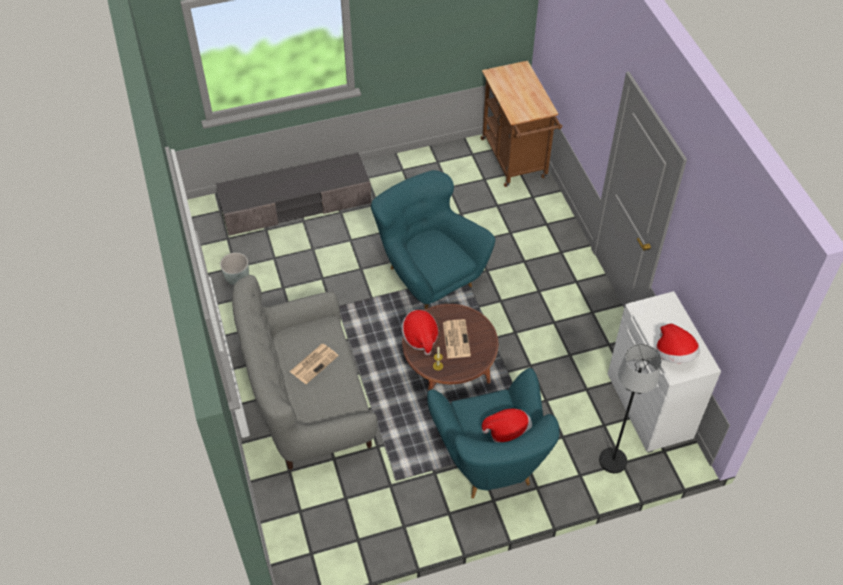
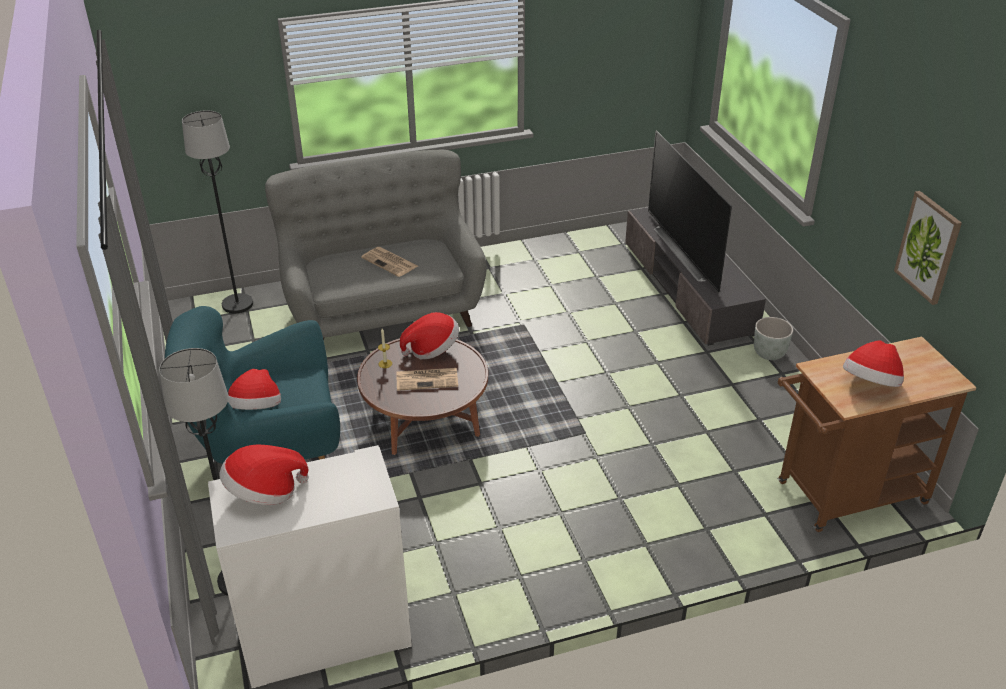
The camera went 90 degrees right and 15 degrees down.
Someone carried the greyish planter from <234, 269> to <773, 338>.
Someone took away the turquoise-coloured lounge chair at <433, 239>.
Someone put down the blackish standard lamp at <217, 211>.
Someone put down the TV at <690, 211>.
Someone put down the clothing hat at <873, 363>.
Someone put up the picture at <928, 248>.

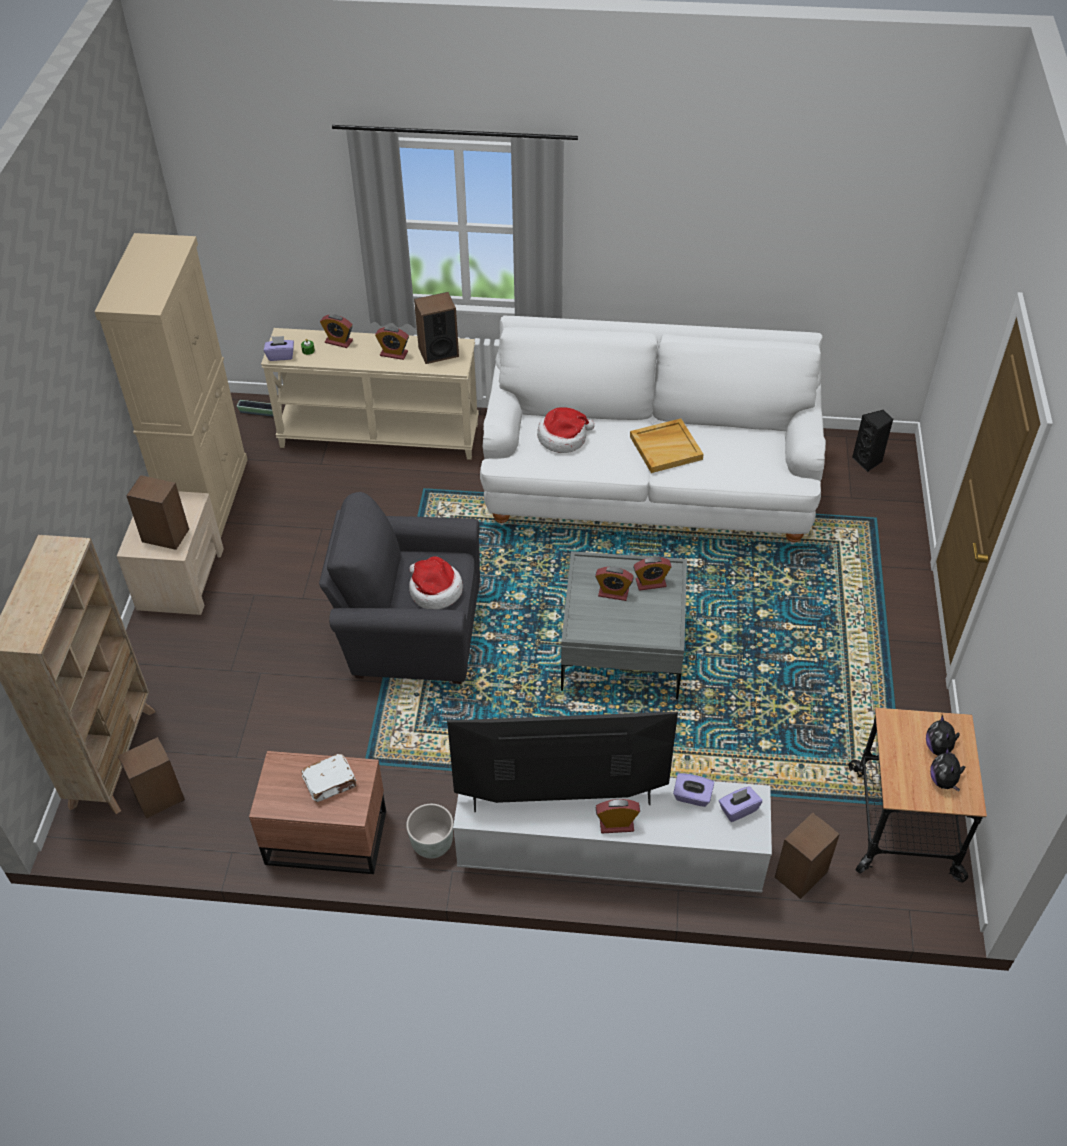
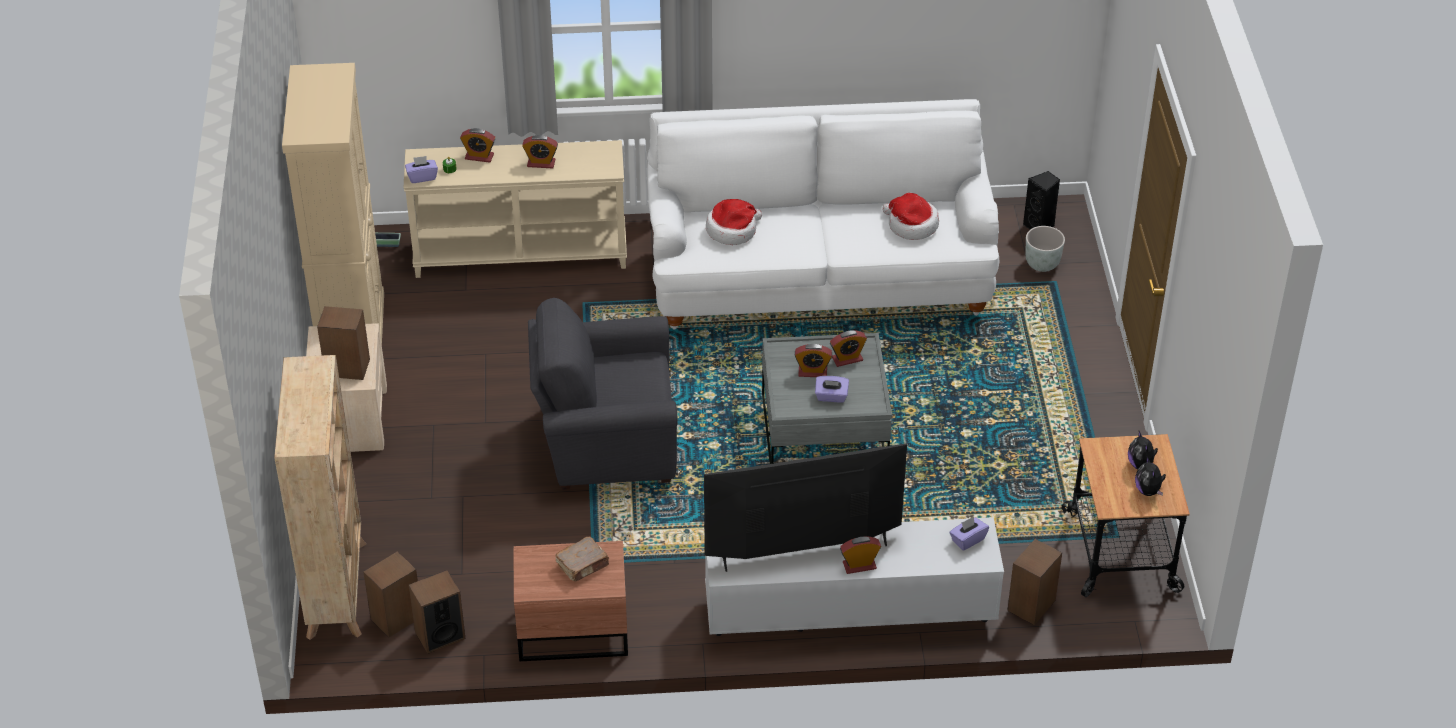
The camera went 10 degrees left and 5 degrees down.
Someone repainted the white-coloured bound book at <329, 778>, which became the brown-coloured bound book at <582, 559>.
Someone carried the greyish planter from <429, 831> to <1045, 249>.
Someone carried the clothing hat from <436, 582> to <910, 216>.
Someone carried the loudspeaker from <436, 328> to <437, 612>.
Someone took away the sand-coloured serving tray at <667, 446>.
Someone carried the purple-coloured box of tissues from <693, 790> to <832, 389>.

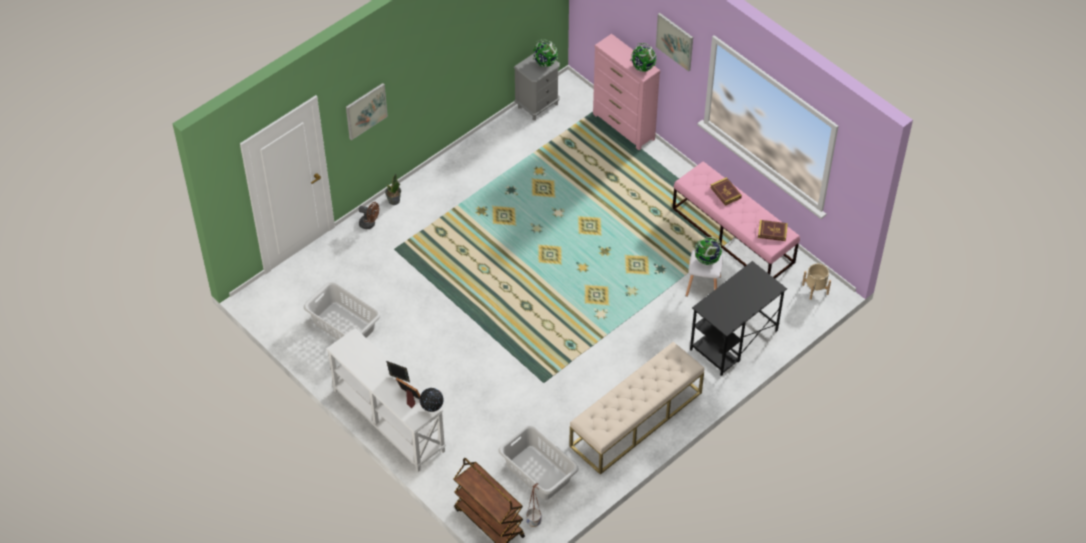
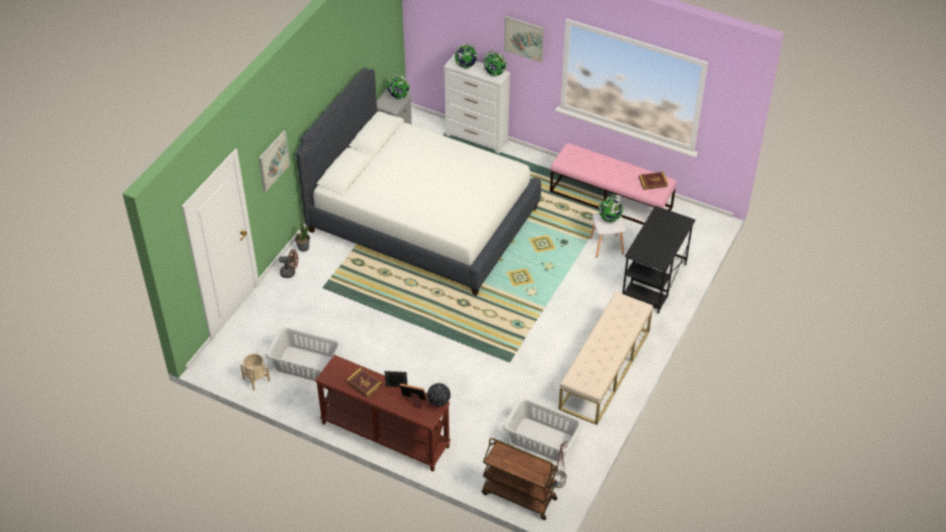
The camera went 20 degrees left and 5 degrees down.
Someone repainted the white-coloured hall table at <386, 400>, which became the brown-coloured hall table at <383, 413>.
Someone repainted the pink chest of drawers at <626, 92>, which became the white-coloured chest of drawers at <477, 103>.
Someone carried the bound book from <726, 191> to <364, 383>.
Someone carried the sand-coloured planter from <816, 281> to <255, 372>.
Someone put down the white-coloured bedroom bed at <418, 182>.
Someone put down the desk globe at <466, 56>.

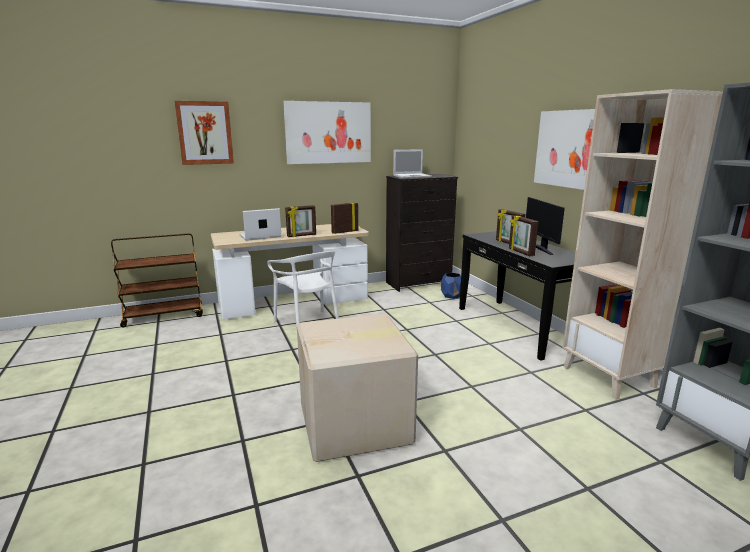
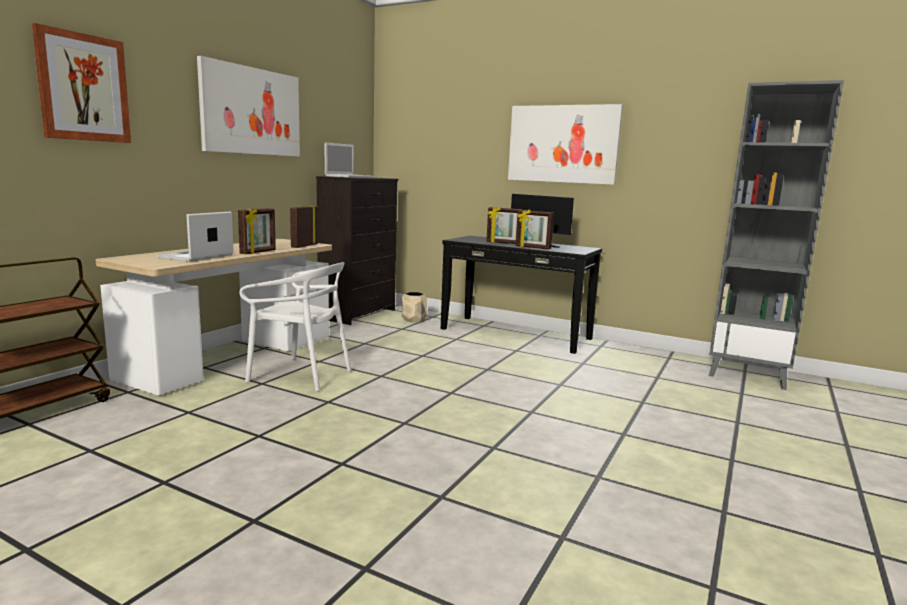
The camera went 40 degrees left and 5 degrees down.
Someone took away the packing box at <357, 388>.
Someone repainted the blue planter at <451, 286>, which became the sand-coloured planter at <414, 307>.
Someone took away the sand-coloured bookshelf at <643, 244>.

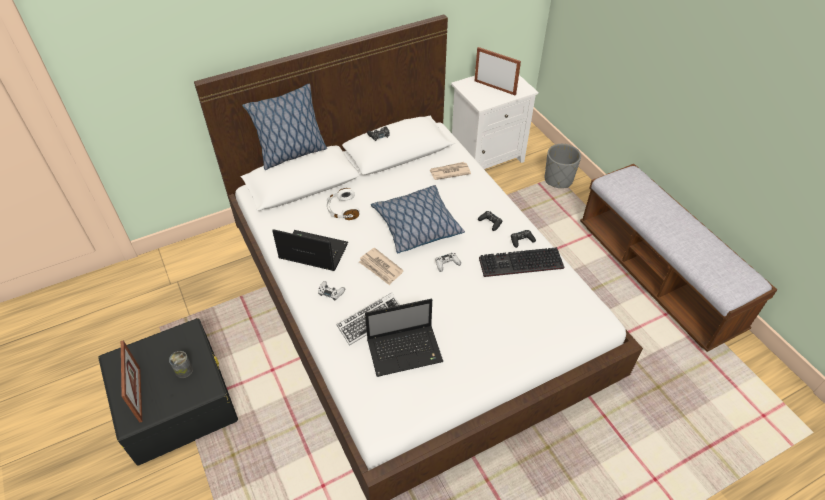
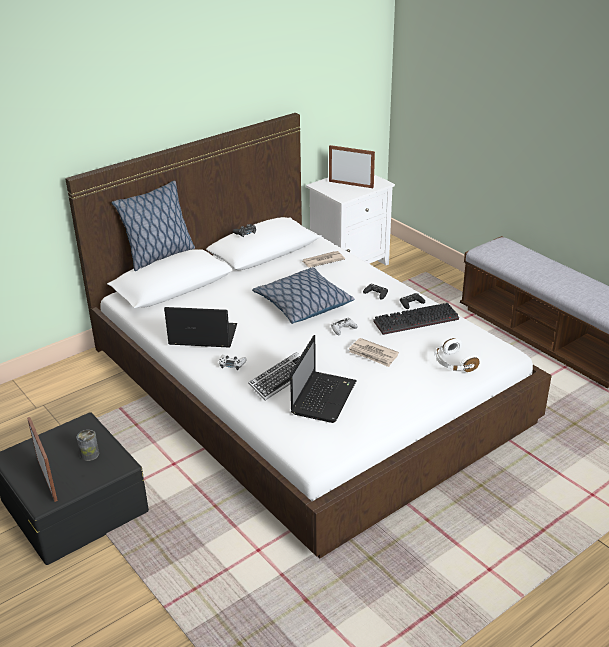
The camera went 10 degrees left and 15 degrees down.
Someone carried the white-coloured headset from <343, 204> to <457, 355>.
Someone carried the printed paper from <381, 266> to <374, 352>.
Someone rotated the laptop at <404, 338> by 45 degrees counterclockwise.
Someone took away the greyish planter at <563, 166>.

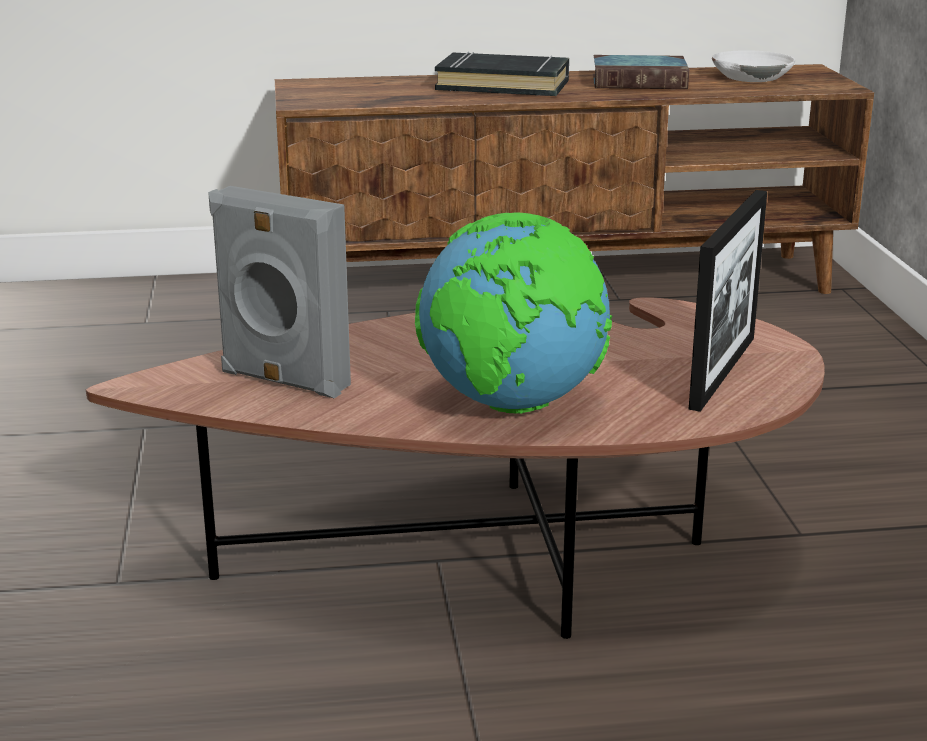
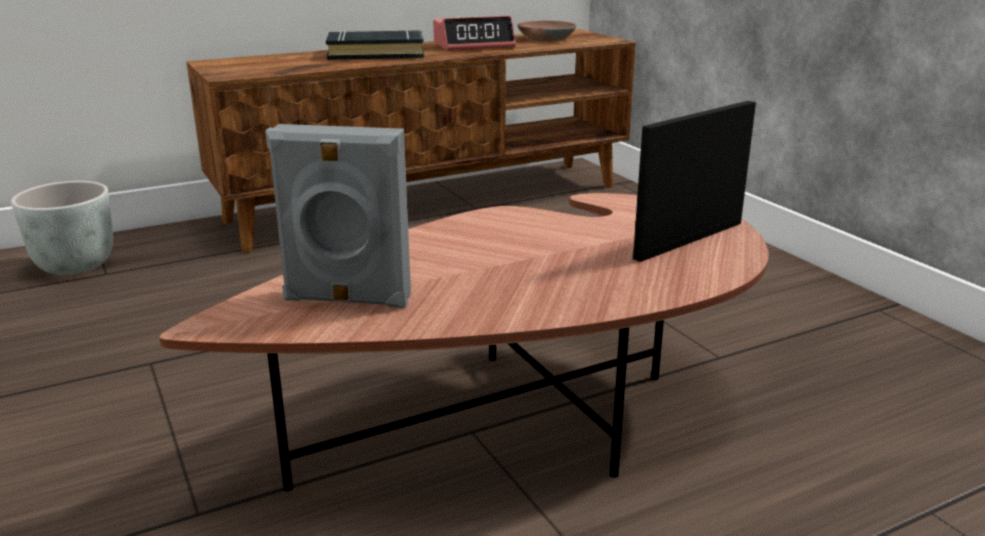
The camera went 20 degrees left and 0 degrees up.
Someone took away the desk globe at <513, 313>.
Someone swapped the bound book at <641, 72> for the table clock at <474, 33>.
Someone rotated the picture frame at <728, 301> by 135 degrees counterclockwise.
Someone repainted the white-coloured bowl at <753, 66>, which became the brown-coloured bowl at <547, 31>.
Someone put down the greyish planter at <62, 228>.

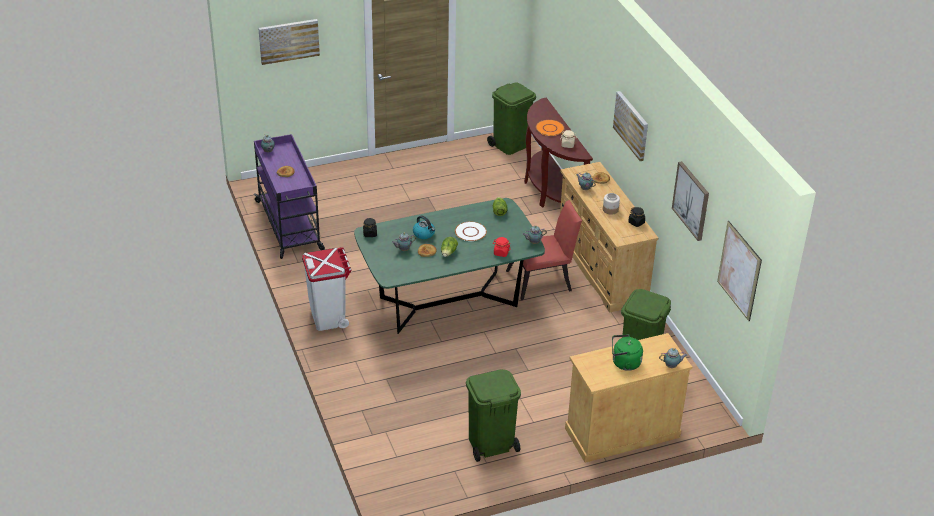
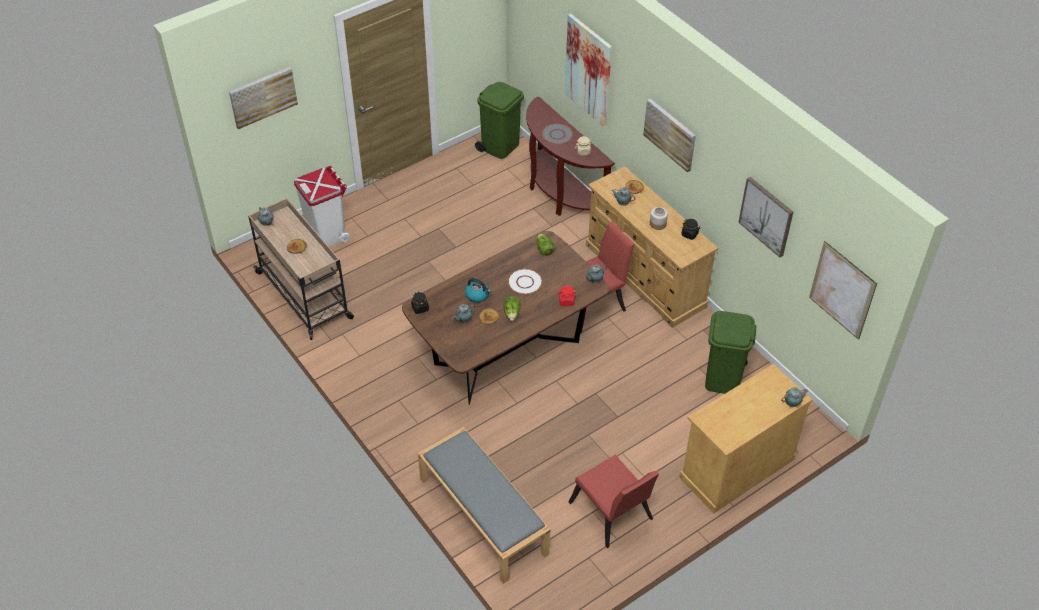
The camera went 15 degrees left and 10 degrees up.
Someone repainted the purple-coloured wheeled cart at <289, 196>, which became the sand-coloured wheeled cart at <301, 269>.
Someone carried the white-coloured trash can from <327, 289> to <322, 206>.
Someone repainted the green-coloured kitchen table at <449, 266>, which became the brown-coloured kitchen table at <505, 318>.
Someone swapped the green-coloured trash can at <493, 415> for the red chair at <614, 501>.
Someone repainted the orange dinner plate at <550, 128>, which became the greyish dinner plate at <557, 134>.
Someone took away the green-coloured water kettle at <627, 352>.
Someone put down the greyish indoor bench at <484, 505>.
Someone put up the picture at <588, 70>.

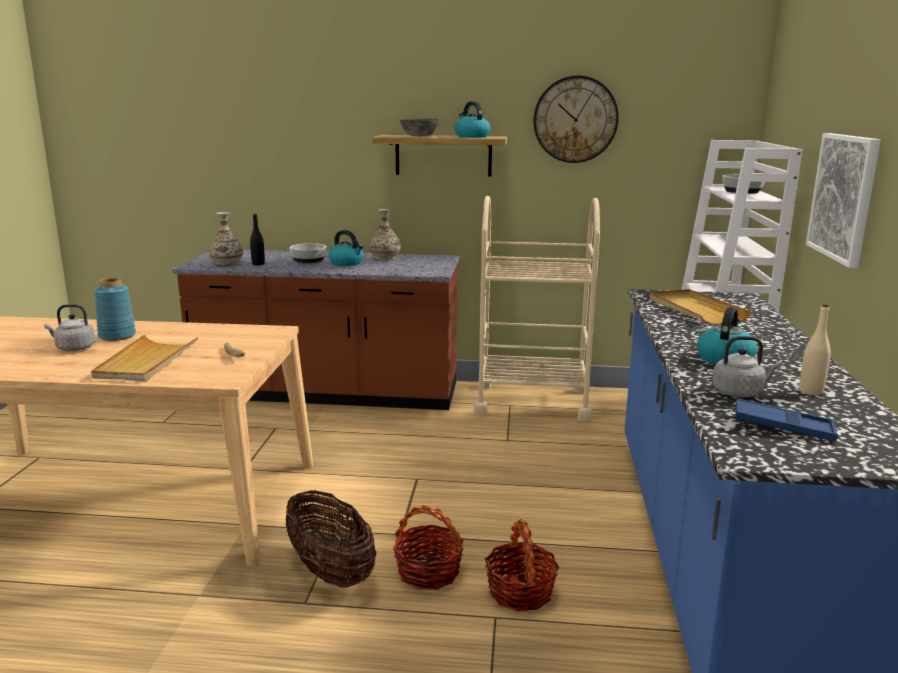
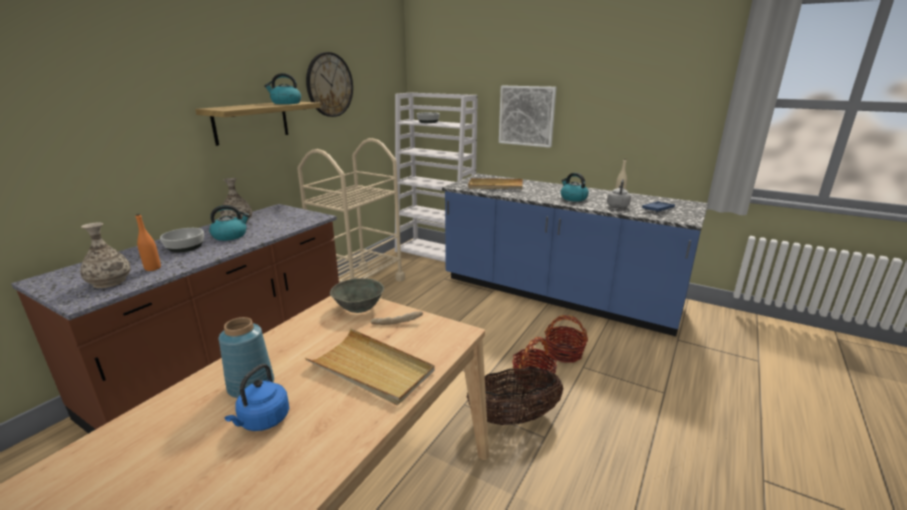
The camera went 65 degrees left and 5 degrees up.
Someone repainted the greyish water kettle at <69, 327>, which became the blue water kettle at <257, 397>.
Someone repainted the blackish bottle at <257, 239>, which became the orange bottle at <148, 242>.
Someone carried the greyish bowl from <419, 127> to <357, 295>.

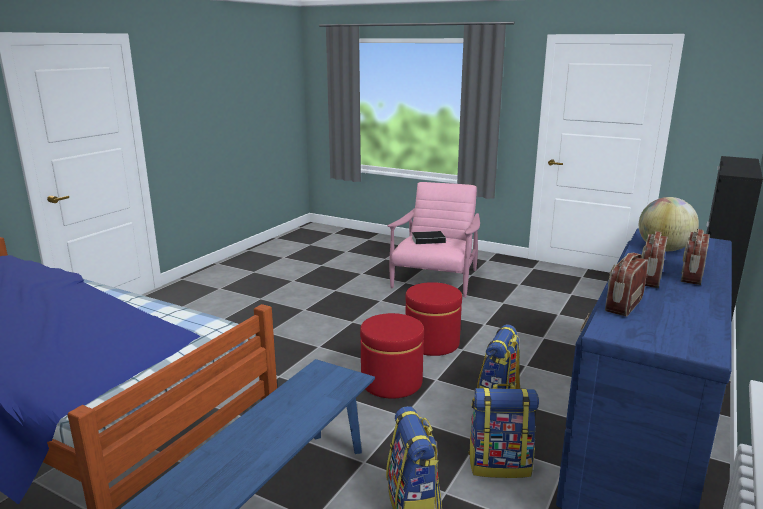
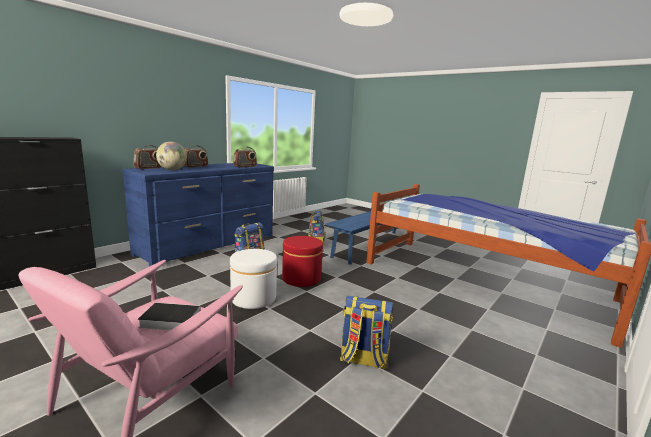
The camera went 170 degrees left and 5 degrees down.
Someone repainted the red pouffe at <434, 319>, which became the white-coloured pouffe at <253, 279>.
Someone carried the knapsack from <503, 431> to <367, 333>.
Someone carried the radio receiver from <655, 259> to <148, 157>.

